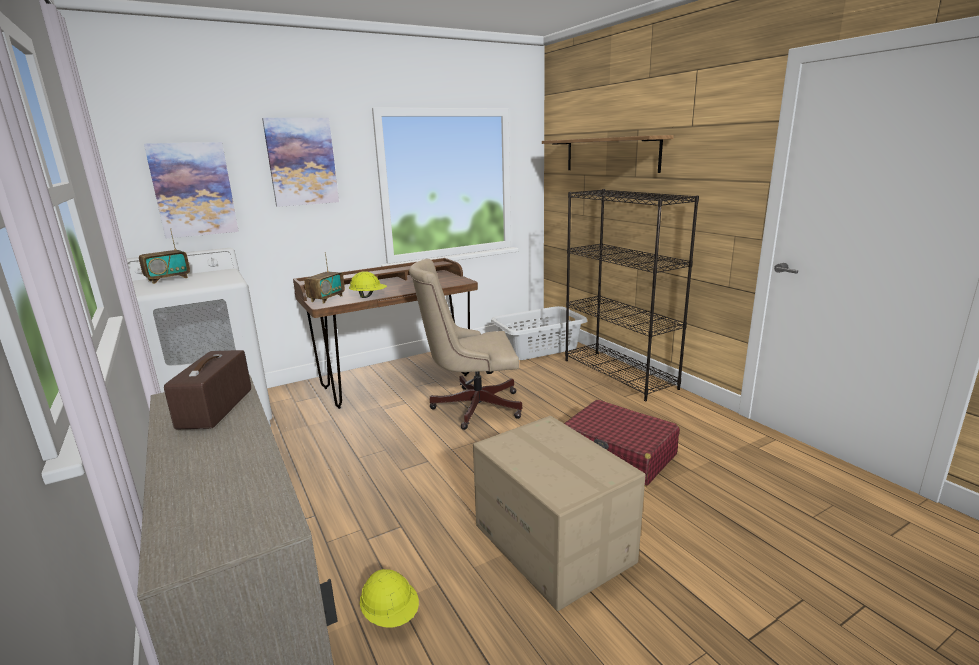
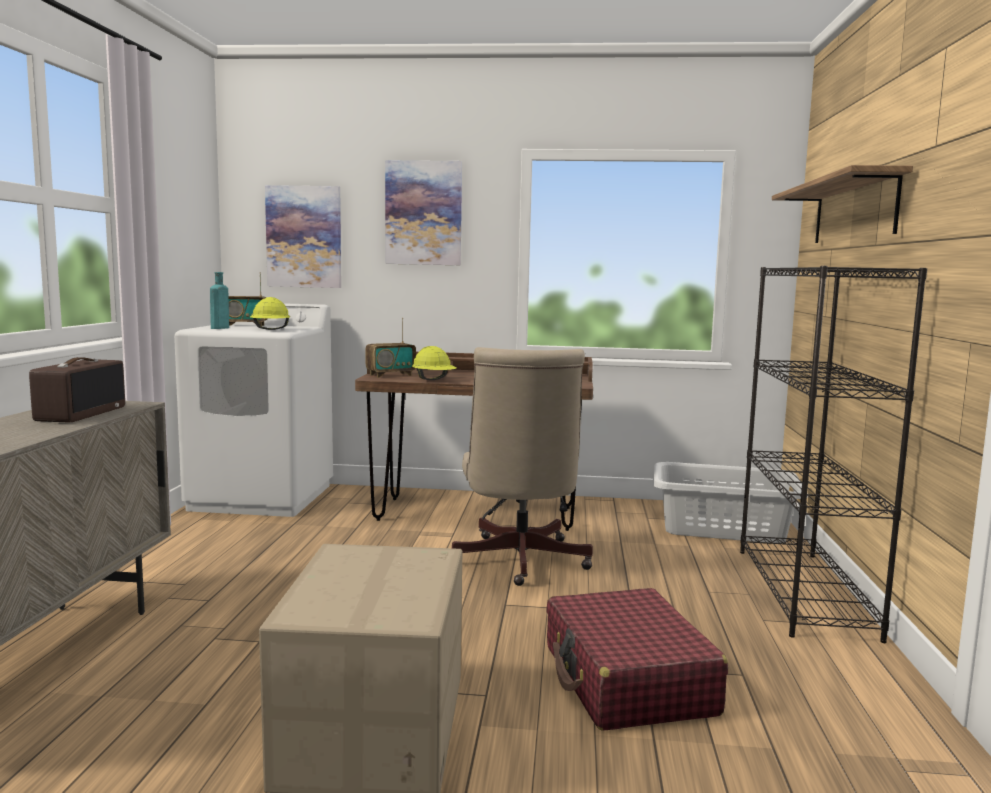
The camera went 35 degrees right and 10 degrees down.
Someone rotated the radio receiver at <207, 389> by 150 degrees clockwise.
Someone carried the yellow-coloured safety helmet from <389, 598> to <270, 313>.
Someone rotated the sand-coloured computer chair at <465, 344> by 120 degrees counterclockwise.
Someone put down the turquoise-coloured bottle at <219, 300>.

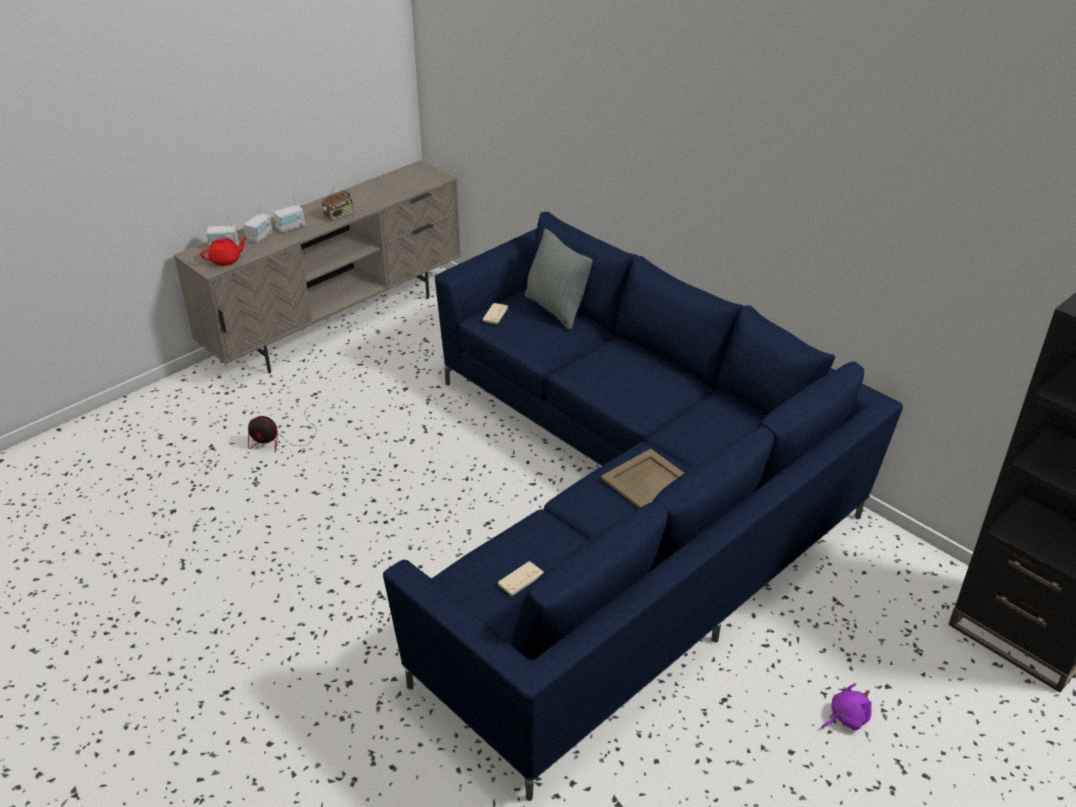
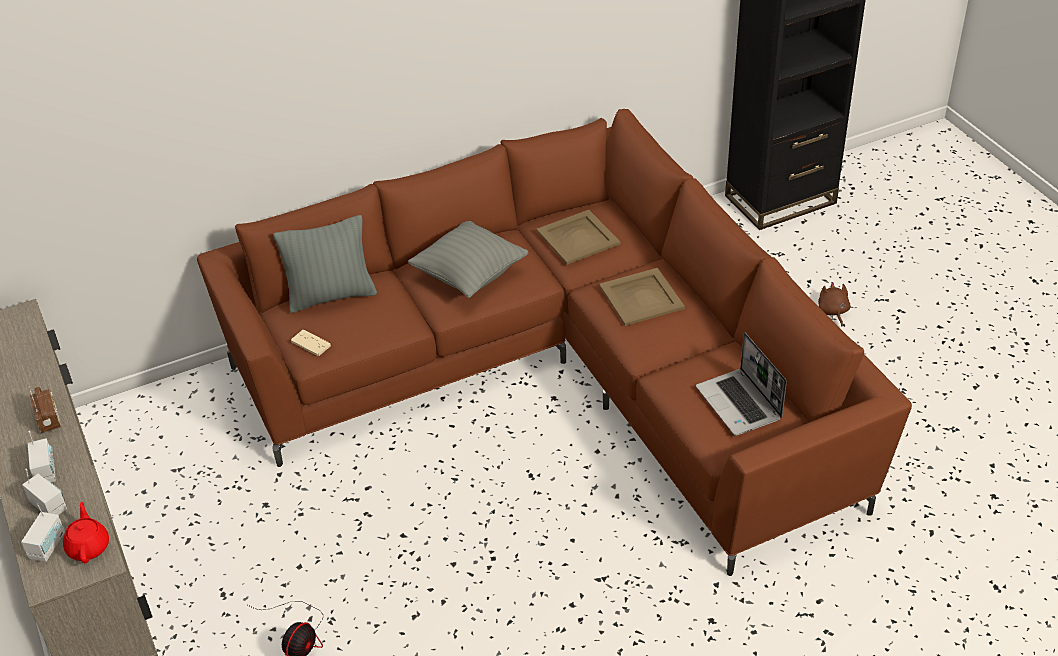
The camera went 70 degrees left and 5 degrees up.
Someone repainted the blue couch at <643, 506>, which became the brown-coloured couch at <554, 342>.
Someone swapped the sand-coloured gamepad at <520, 578> for the laptop at <741, 384>.
Someone repainted the purple-coloured soft toy at <846, 706>, which became the brown-coloured soft toy at <834, 304>.
Someone put down the greyish cushion at <468, 259>.
Someone put down the sand-coloured serving tray at <578, 237>.

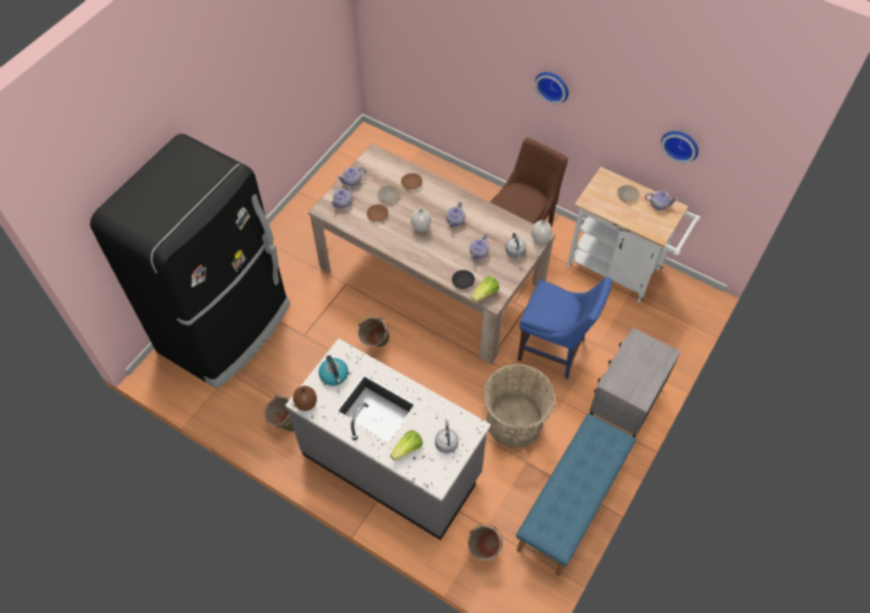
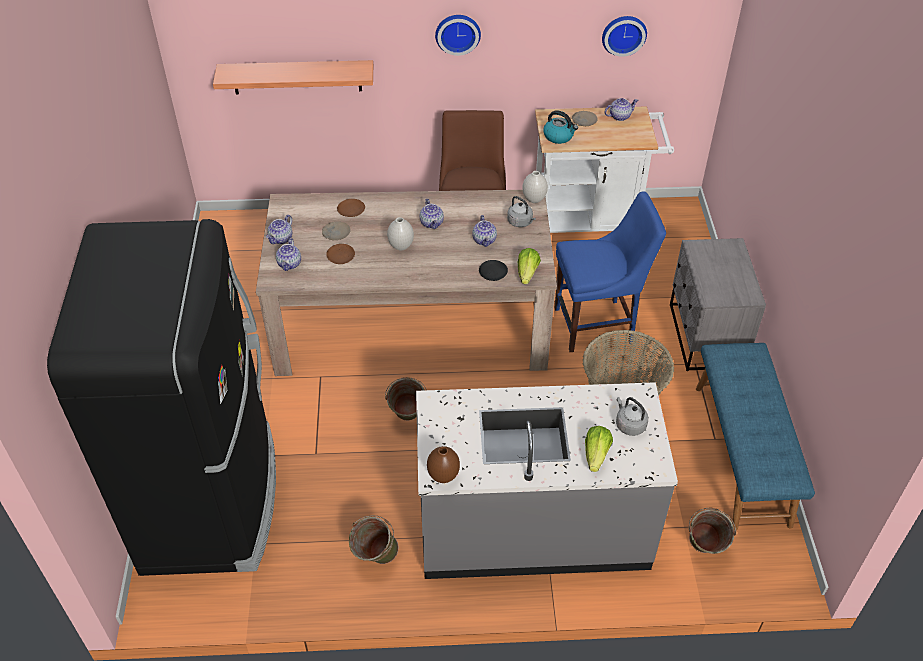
The camera went 35 degrees left and 10 degrees down.
Someone carried the water kettle from <333, 370> to <560, 127>.
Someone put up the wall shelf at <293, 77>.

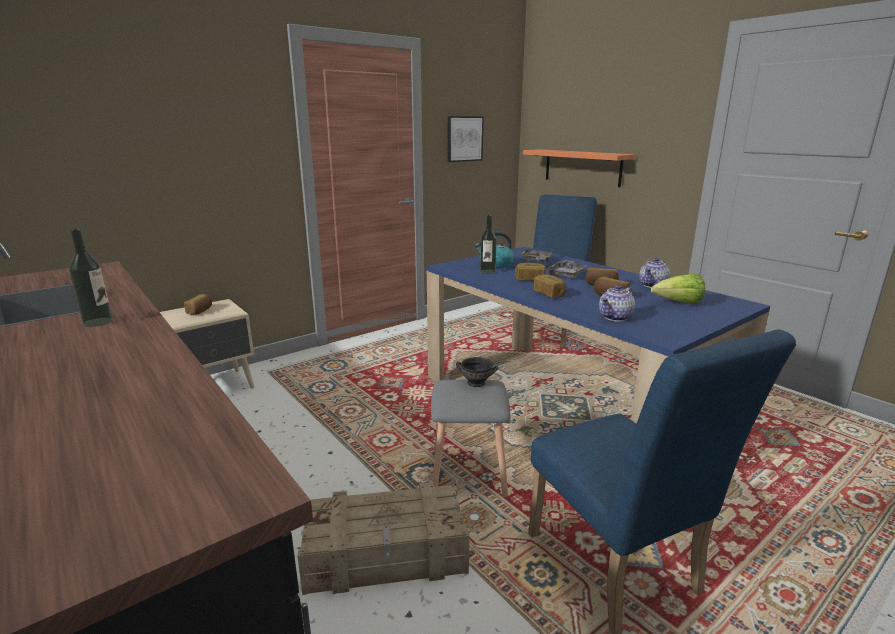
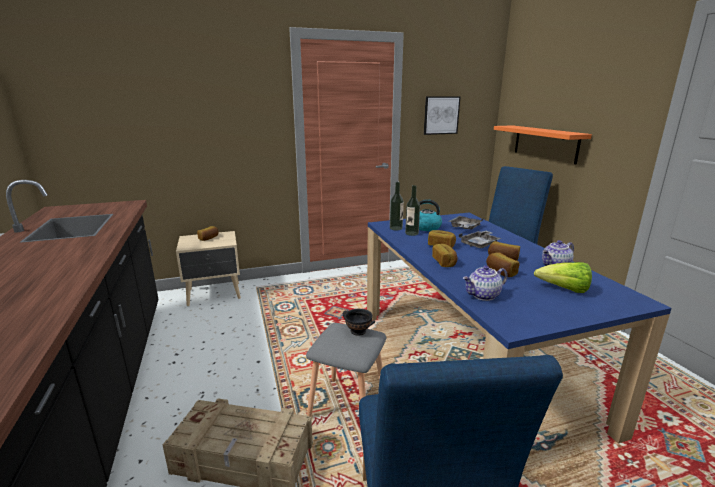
The camera went 20 degrees right and 0 degrees up.
Someone carried the bottle from <91, 278> to <397, 206>.

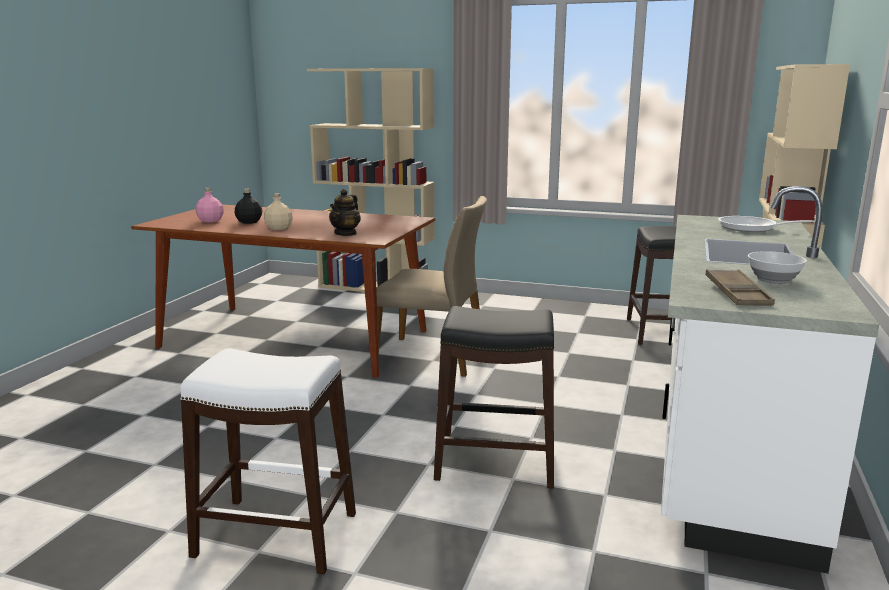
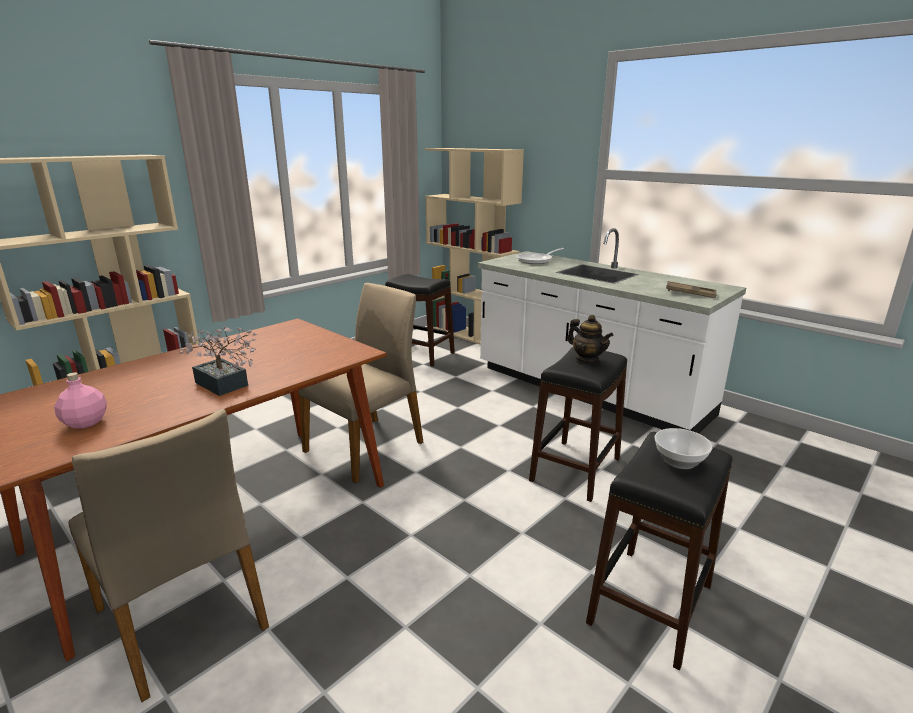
The camera went 65 degrees left and 5 degrees up.
Someone repainted the white-coloured stool at <268, 461>, which became the blackish stool at <659, 551>.
Someone took away the blackish bottle at <248, 206>.
Someone swapped the sand-coloured bottle at <278, 211> for the plant in a pot at <218, 361>.
Someone carried the tea pot from <345, 212> to <590, 339>.
Someone carried the bowl from <777, 267> to <683, 448>.
Someone put down the sand-coloured chair at <168, 555>.

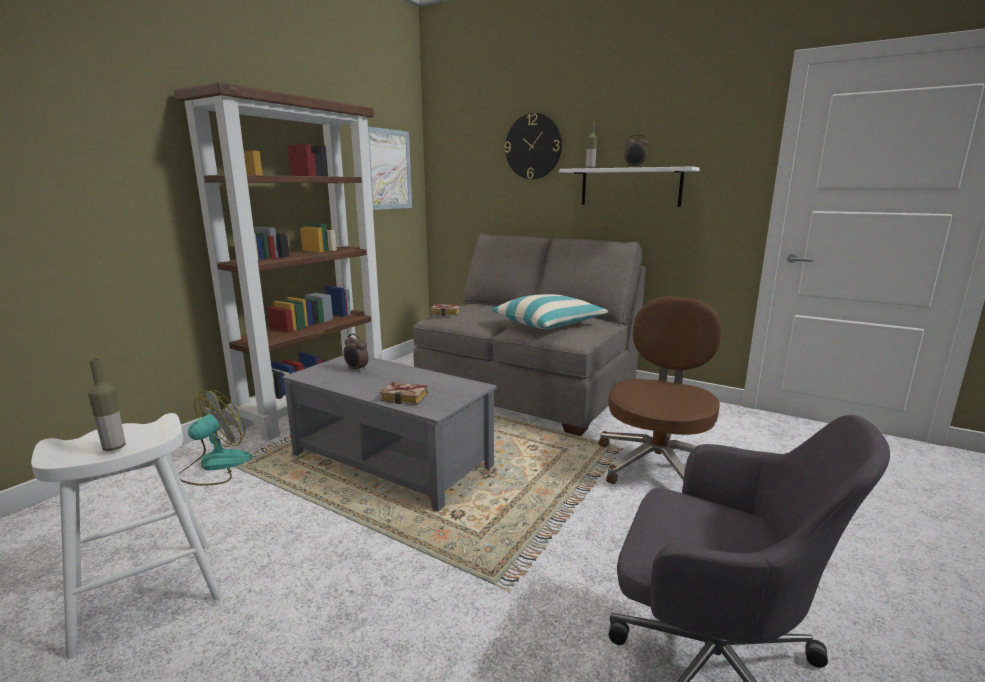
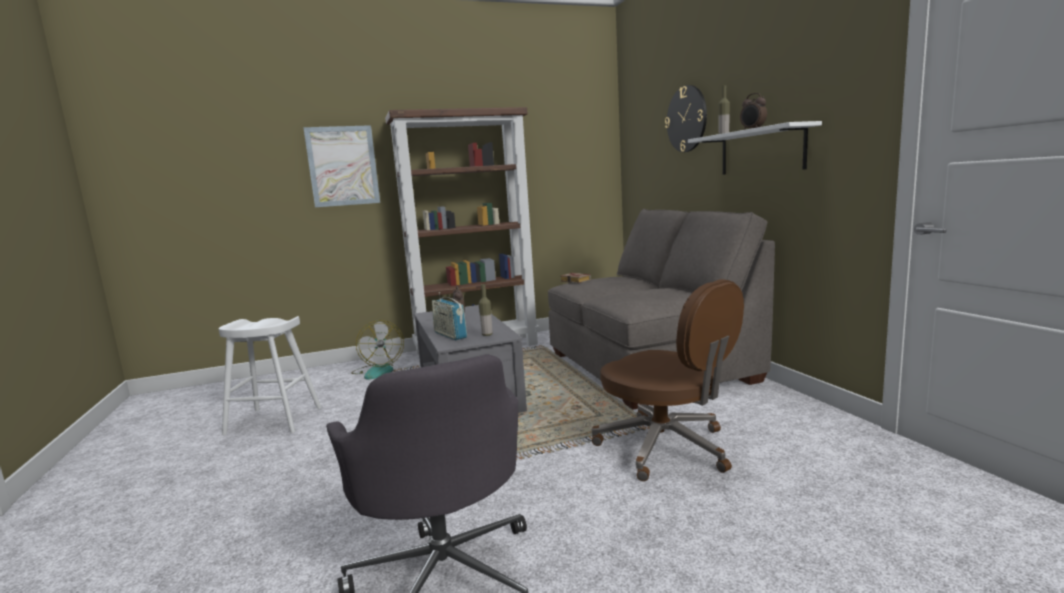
The camera went 40 degrees right and 5 degrees down.
Someone carried the bottle from <106, 404> to <485, 310>.
Someone rotated the cooling fan at <215, 438> by 90 degrees clockwise.
Someone carried the picture from <390, 168> to <341, 166>.
Someone swapped the bound book at <404, 393> for the radio receiver at <449, 316>.
Someone took away the cushion at <550, 311>.
Someone rotated the brown-coloured computer chair at <660, 390> by 75 degrees clockwise.

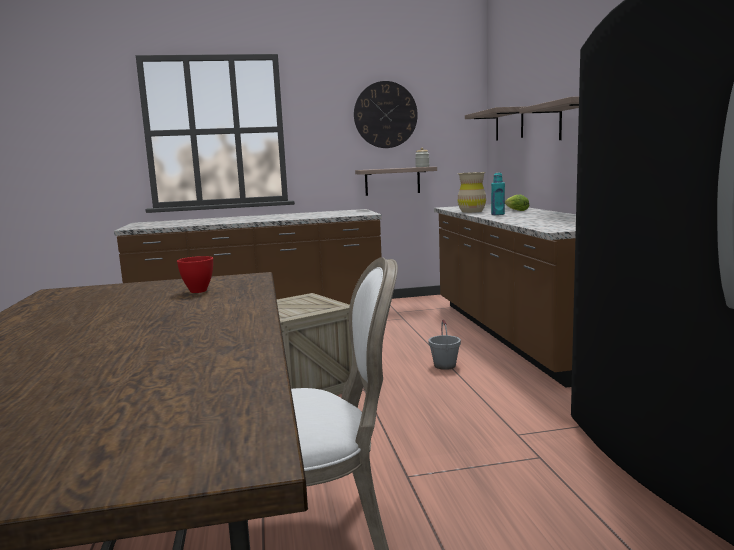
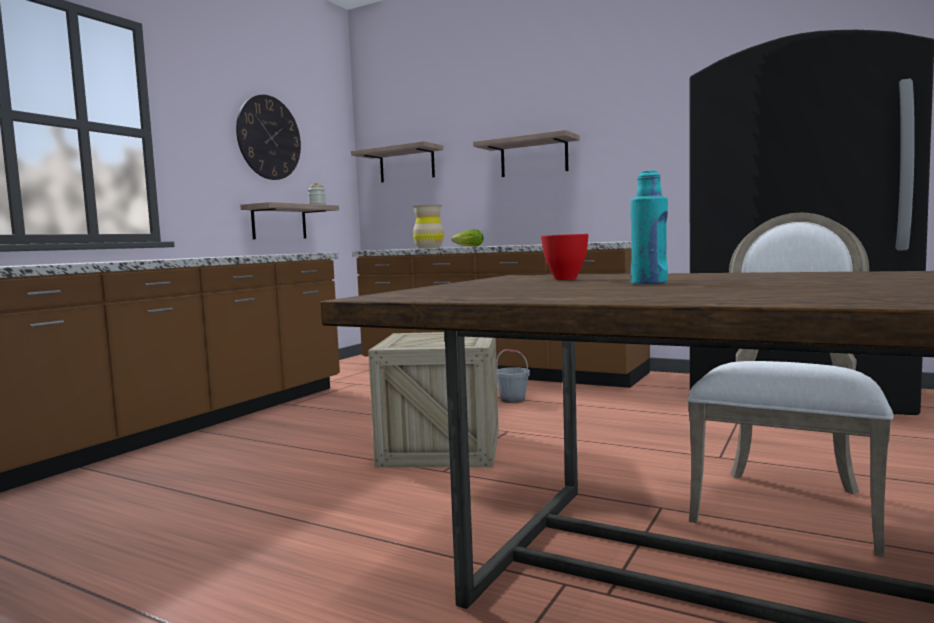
The camera went 50 degrees left and 5 degrees down.
Someone carried the turquoise-coloured bottle from <498, 194> to <649, 227>.

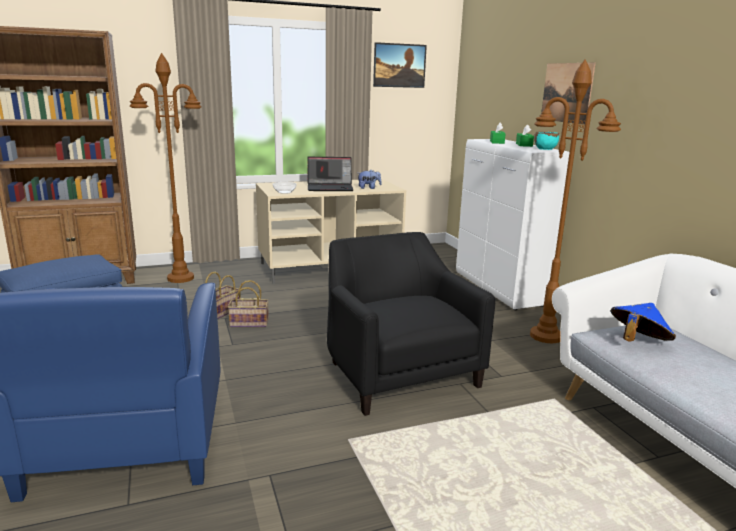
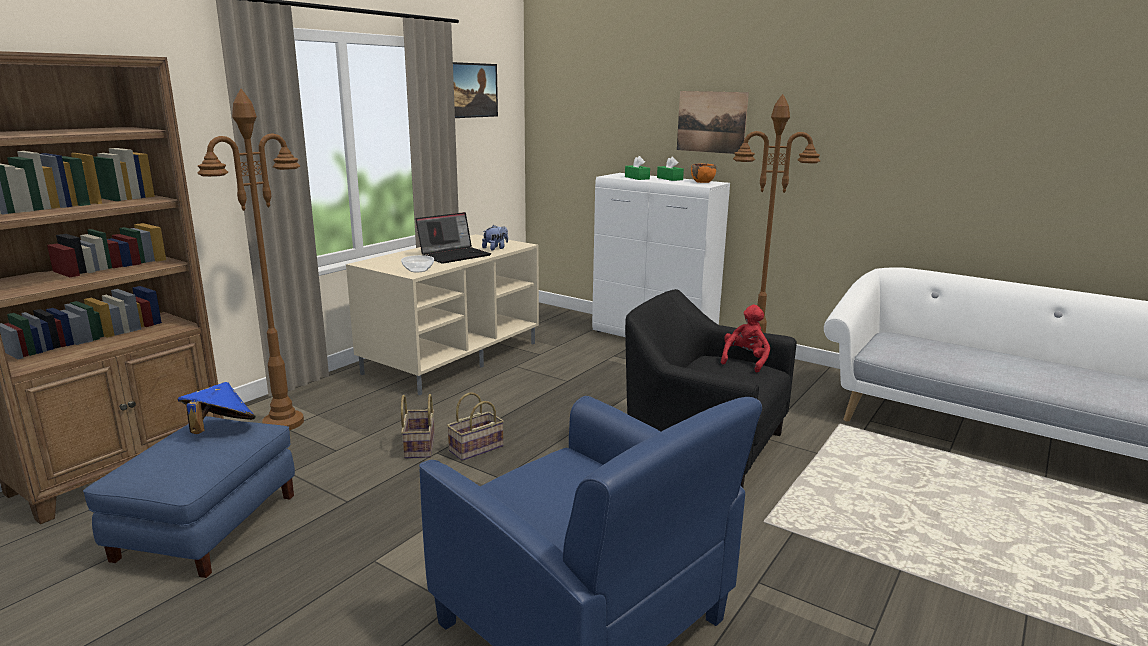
The camera went 35 degrees left and 0 degrees up.
Someone repainted the turquoise-coloured bowl at <546, 140>, which became the orange bowl at <703, 173>.
Someone carried the blue clothing hat from <643, 322> to <217, 408>.
Someone put down the red soft toy at <745, 338>.

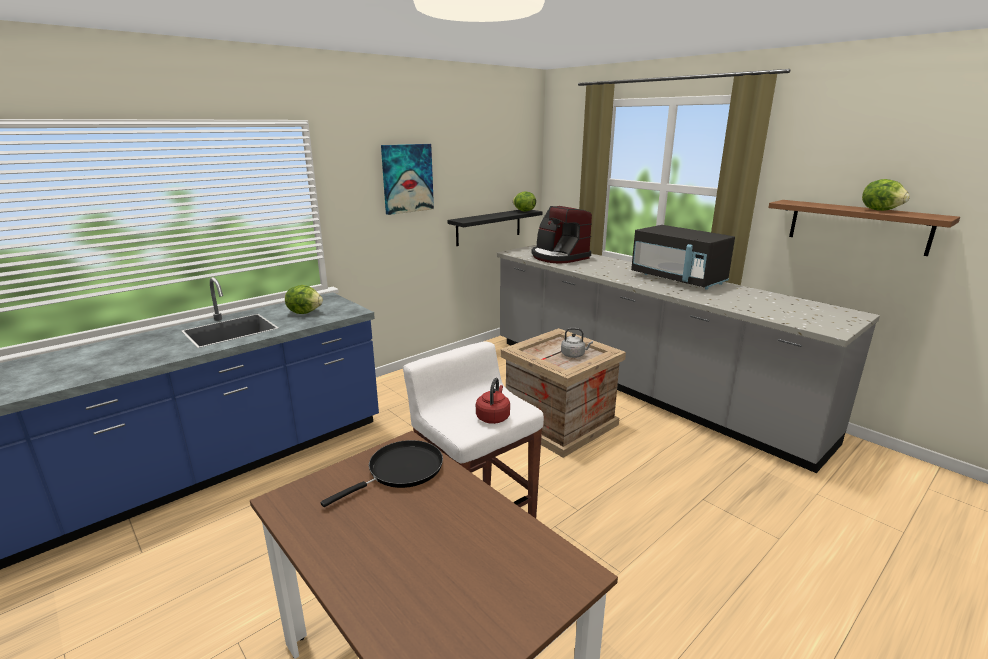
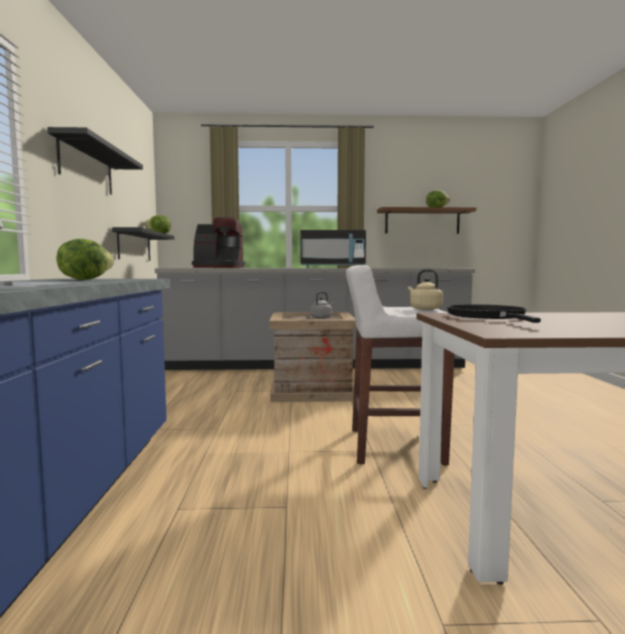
The camera went 50 degrees left and 15 degrees down.
Someone swapped the picture at <407, 179> for the blackish wall shelf at <95, 161>.
Someone repainted the red water kettle at <493, 401>, which became the sand-coloured water kettle at <425, 289>.

